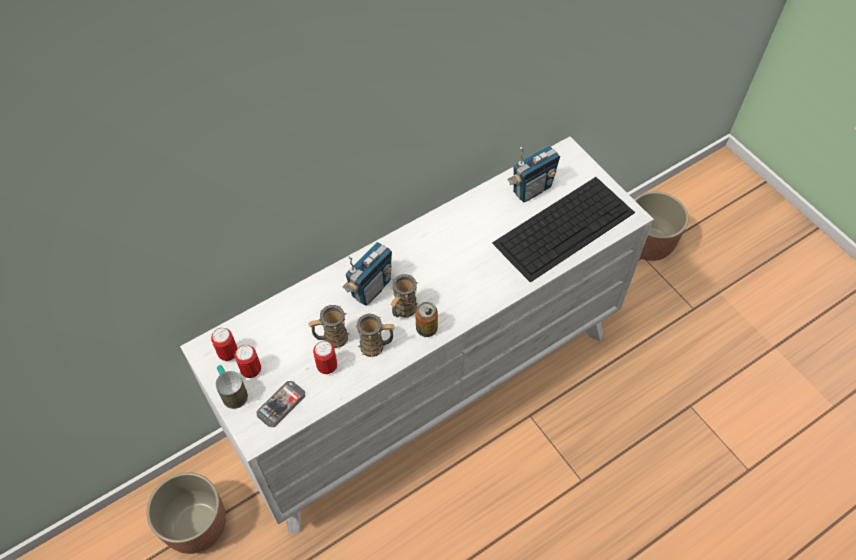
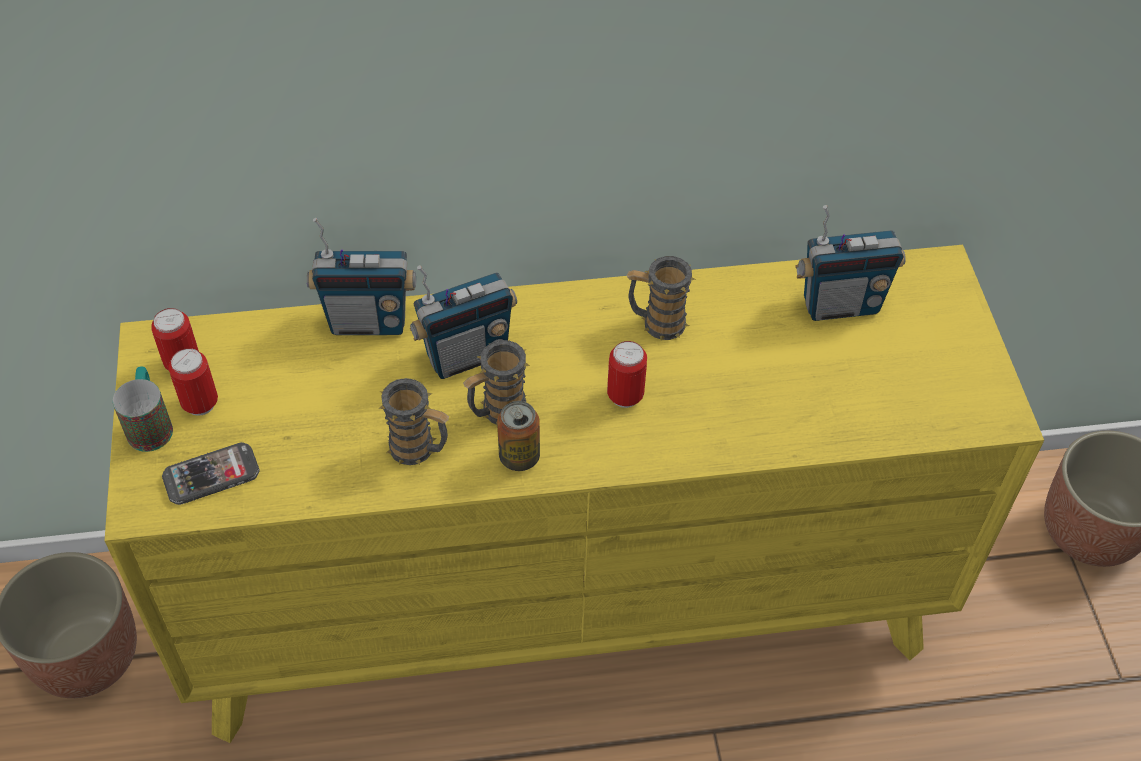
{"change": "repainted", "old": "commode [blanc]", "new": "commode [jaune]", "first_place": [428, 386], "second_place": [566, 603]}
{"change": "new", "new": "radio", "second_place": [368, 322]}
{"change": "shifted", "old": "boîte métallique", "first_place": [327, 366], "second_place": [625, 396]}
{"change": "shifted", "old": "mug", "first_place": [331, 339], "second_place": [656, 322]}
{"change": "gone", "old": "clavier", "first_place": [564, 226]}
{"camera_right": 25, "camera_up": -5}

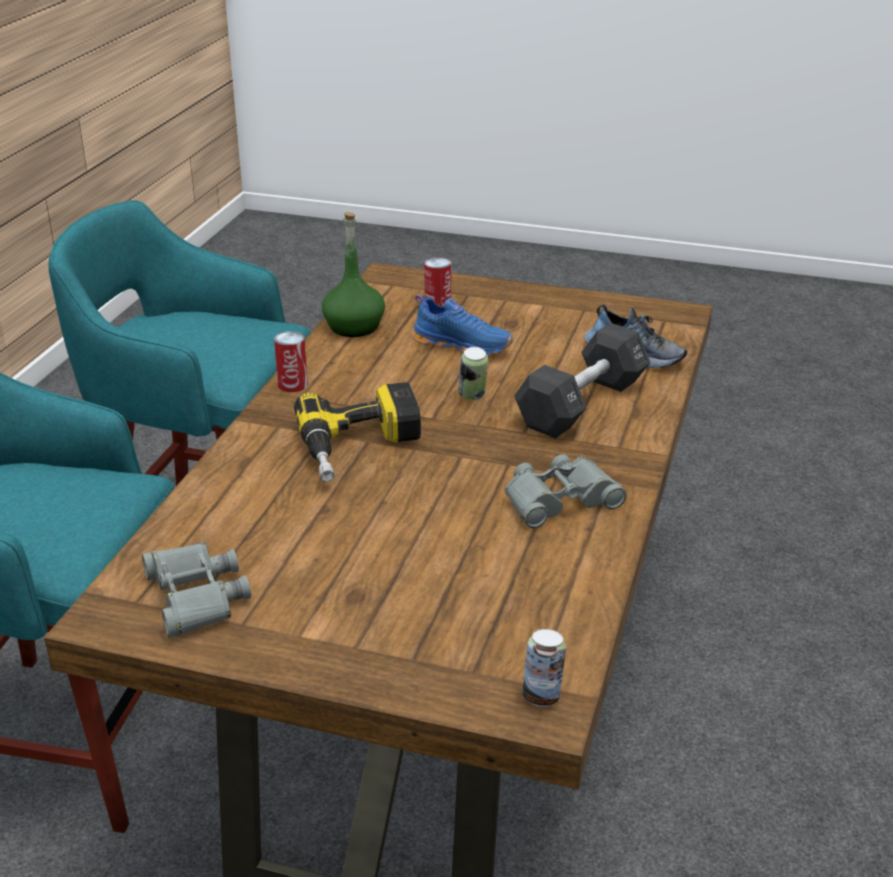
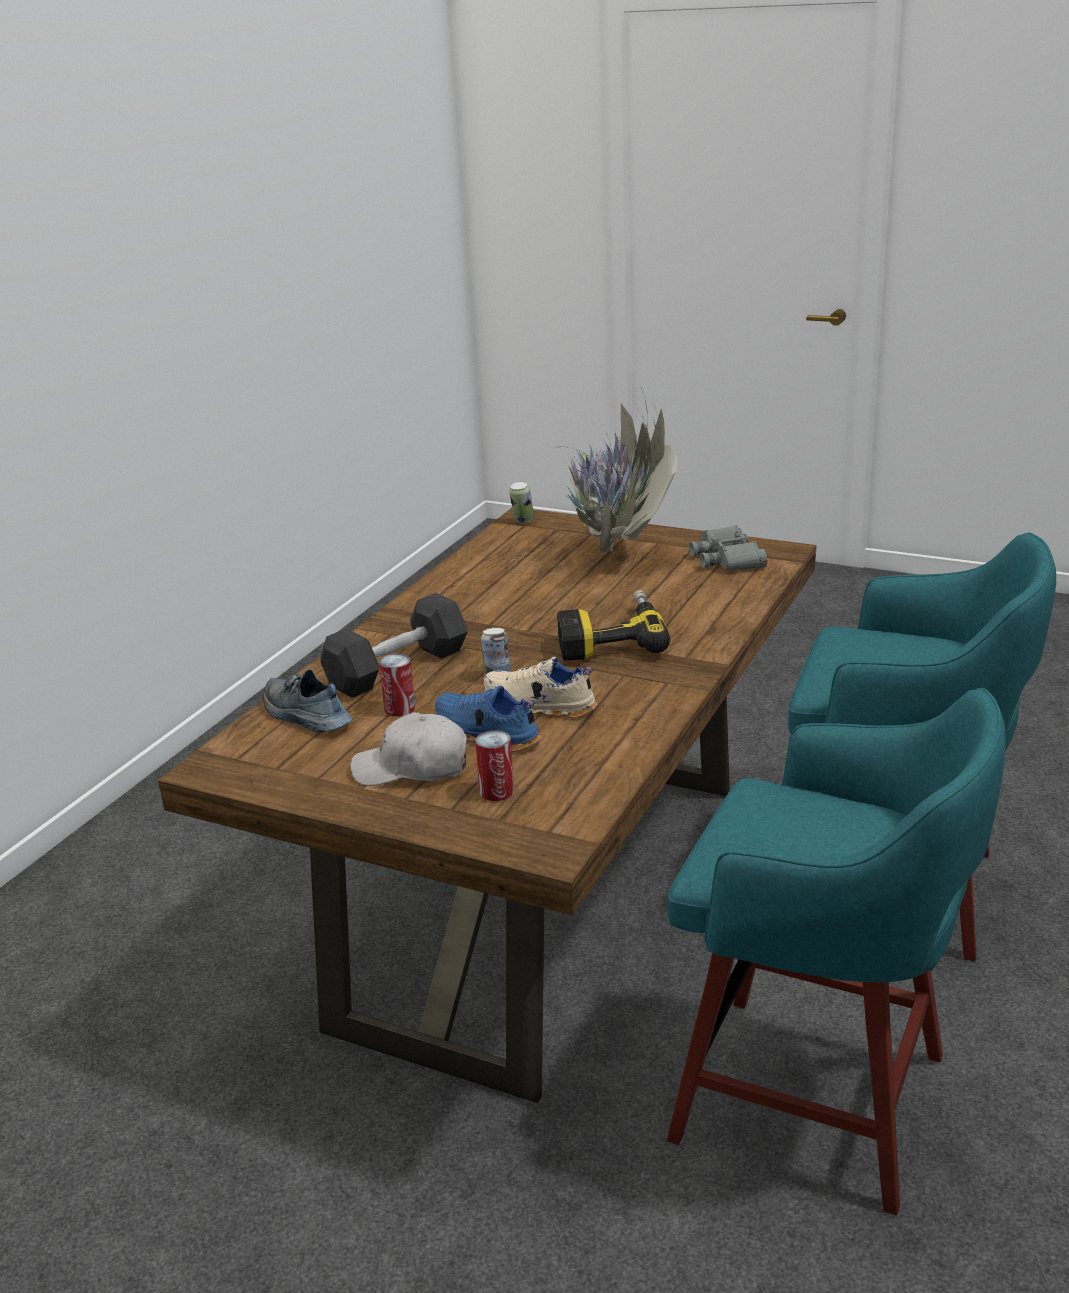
{"change": "new", "new": "casquette [blanc]", "second_place": [412, 768]}
{"change": "shifted", "old": "boîte métallique", "first_place": [292, 385], "second_place": [399, 708]}
{"change": "new", "new": "chaussure [beige]", "second_place": [538, 706]}
{"change": "new", "new": "plante en pot", "second_place": [617, 558]}
{"change": "gone", "old": "bouteille [vert]", "first_place": [354, 327]}
{"change": "gone", "old": "jumelles [gris]", "first_place": [560, 500]}
{"camera_right": -170, "camera_up": -5}

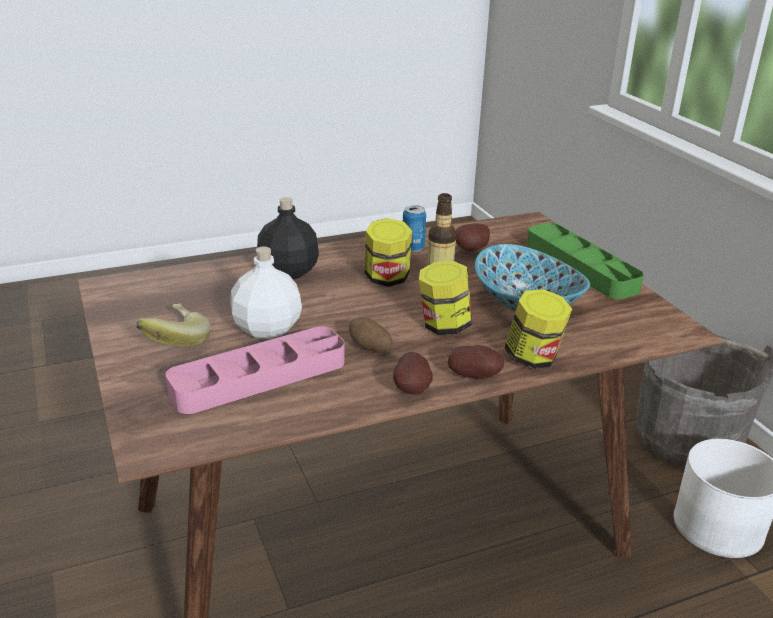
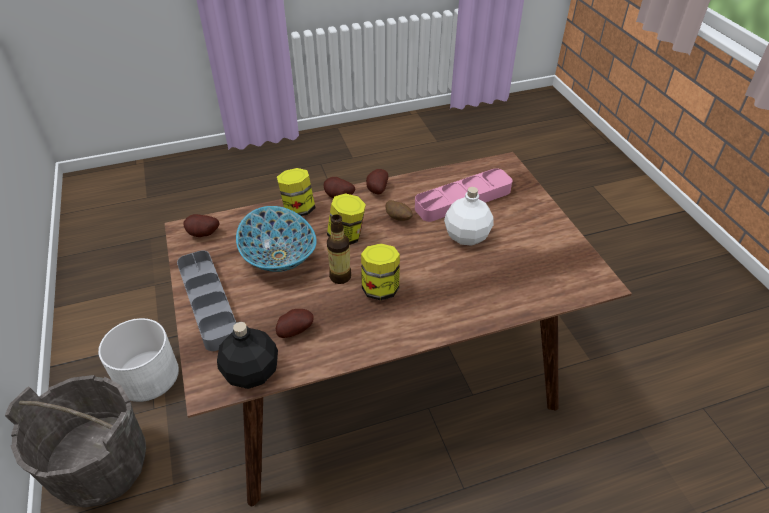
{"change": "repainted", "old": "plateau [vert]", "new": "plateau [gris]", "first_place": [580, 267], "second_place": [209, 303]}
{"change": "new", "new": "pomme de terre", "second_place": [203, 235]}
{"change": "shifted", "old": "bouteille [noir]", "first_place": [289, 271], "second_place": [251, 373]}
{"change": "gone", "old": "banane", "first_place": [172, 343]}
{"change": "gone", "old": "boîte métallique", "first_place": [412, 248]}
{"camera_right": -175, "camera_up": 15}

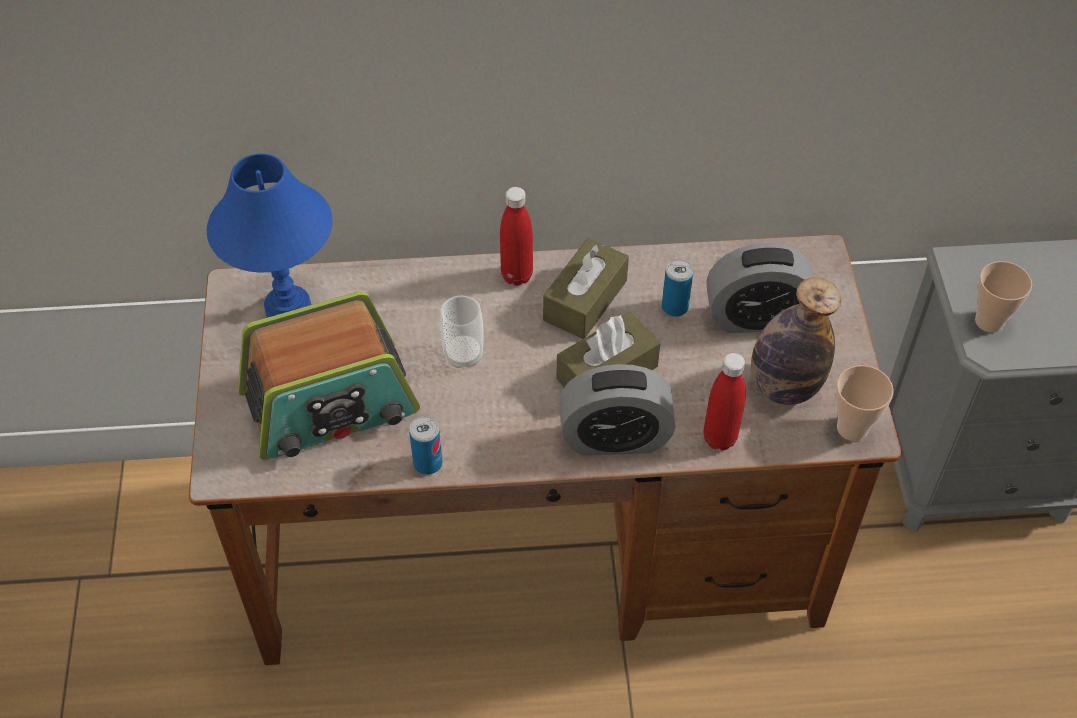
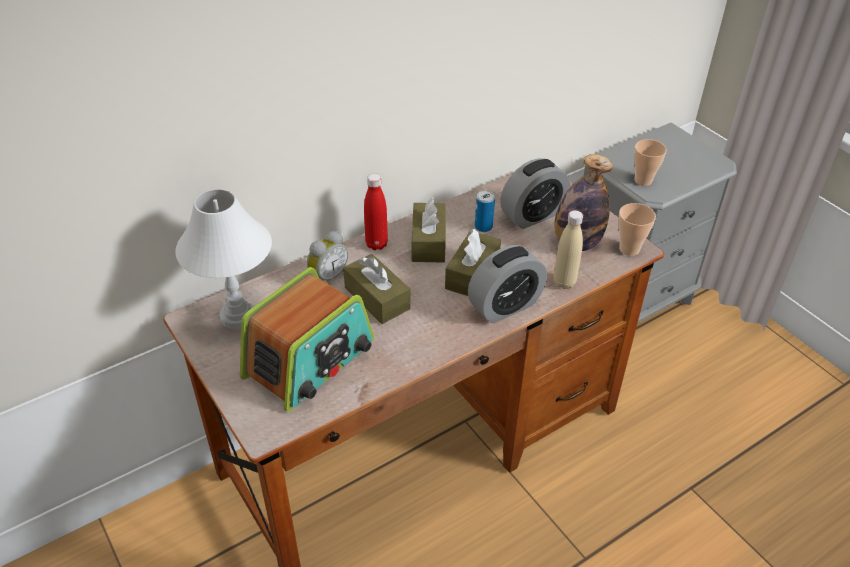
{"change": "repainted", "old": "lampe de table [bleu]", "new": "lampe de table [blanc]", "first_place": [289, 309], "second_place": [239, 317]}
{"change": "new", "new": "réveil", "second_place": [327, 276]}
{"change": "swapped", "old": "tasse", "new": "boîte à mouchoirs [marron]", "first_place": [463, 355], "second_place": [377, 298]}
{"change": "repainted", "old": "bouteille [rouge]", "new": "bouteille [beige]", "first_place": [719, 438], "second_place": [564, 282]}
{"change": "gone", "old": "boîte métallique", "first_place": [428, 463]}
{"camera_right": -30, "camera_up": -10}

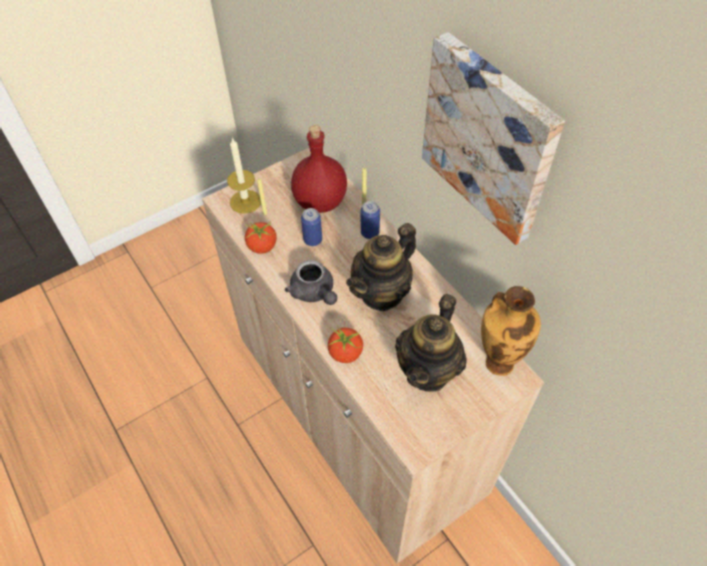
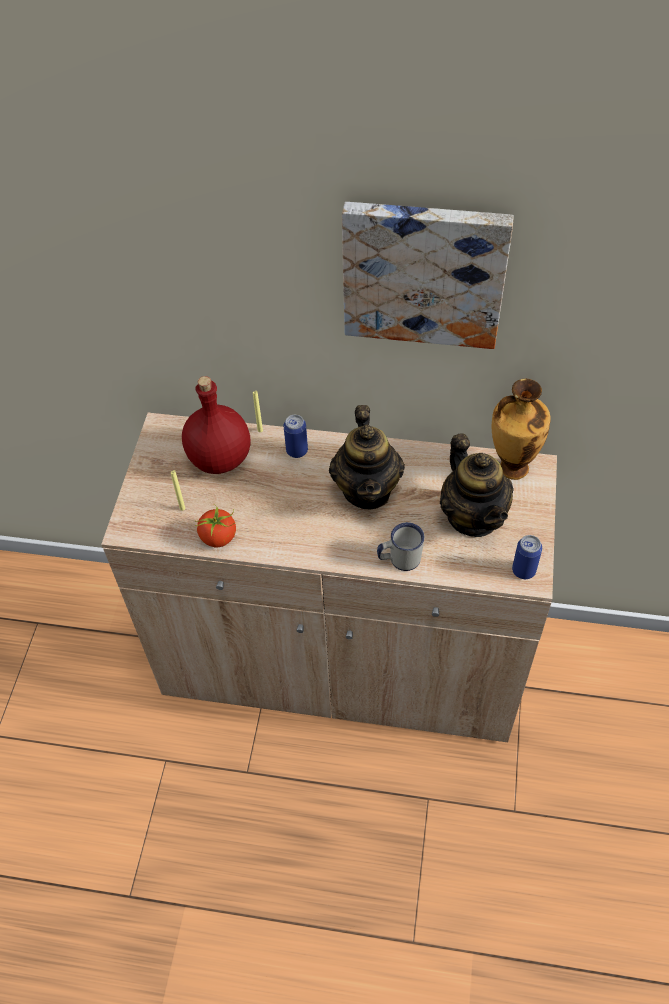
{"change": "swapped", "old": "tomate", "new": "mug [blanc]", "first_place": [346, 353], "second_place": [399, 559]}
{"change": "shifted", "old": "boîte métallique", "first_place": [313, 240], "second_place": [523, 570]}
{"change": "gone", "old": "bougie", "first_place": [245, 201]}
{"change": "gone", "old": "théière [gris]", "first_place": [314, 293]}
{"camera_right": -45, "camera_up": 0}

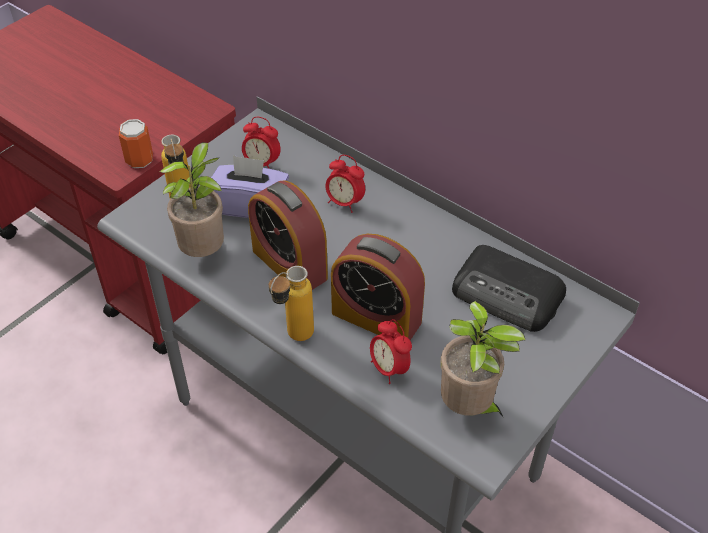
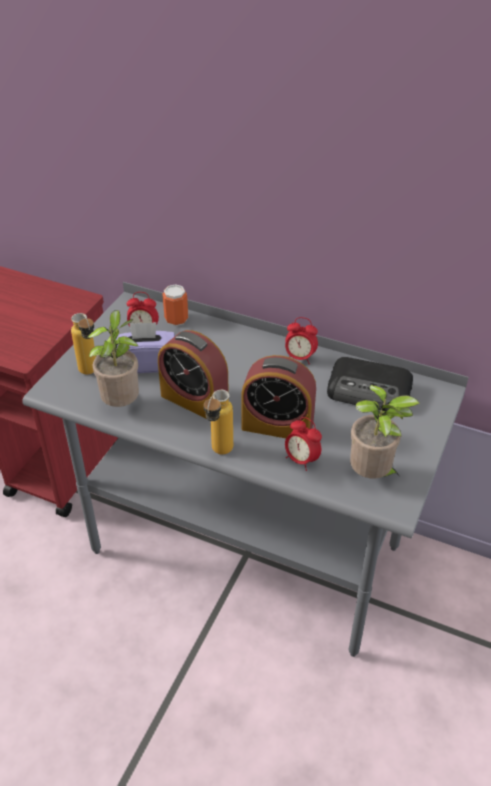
{"change": "shifted", "old": "boîte métallique", "first_place": [139, 160], "second_place": [176, 319]}
{"change": "shifted", "old": "réveil", "first_place": [344, 203], "second_place": [299, 358]}
{"camera_right": -15, "camera_up": -5}

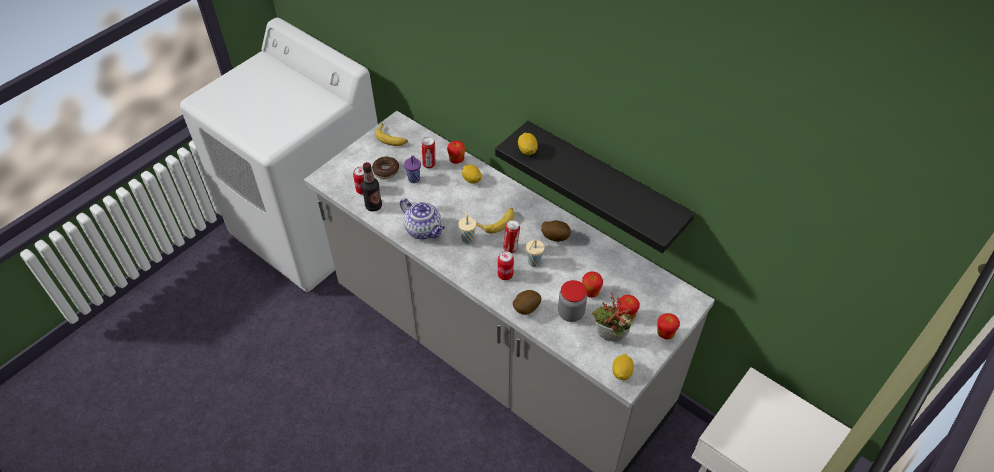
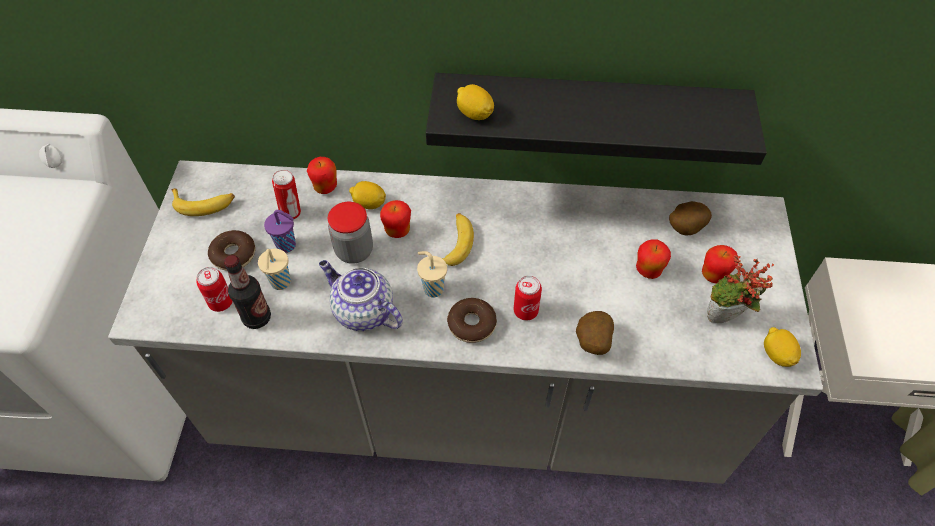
{"change": "shifted", "old": "tasse [beige]", "first_place": [533, 262], "second_place": [280, 283]}
{"change": "rotated", "old": "théière", "first_place": [424, 230], "second_place": [362, 311], "degrees": -150}
{"change": "shifted", "old": "bocal", "first_place": [571, 313], "second_place": [354, 251]}
{"change": "shifted", "old": "pomme", "first_place": [665, 334], "second_place": [397, 231]}
{"change": "new", "new": "beignet", "second_place": [471, 324]}
{"change": "shifted", "old": "pomme de terre", "first_place": [555, 237], "second_place": [684, 228]}
{"change": "gone", "old": "boîte métallique", "first_place": [511, 248]}
{"camera_right": -35, "camera_up": 5}

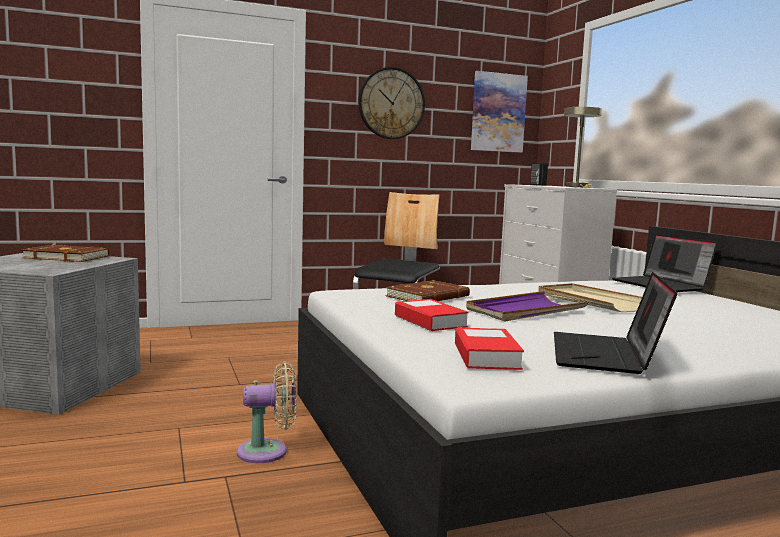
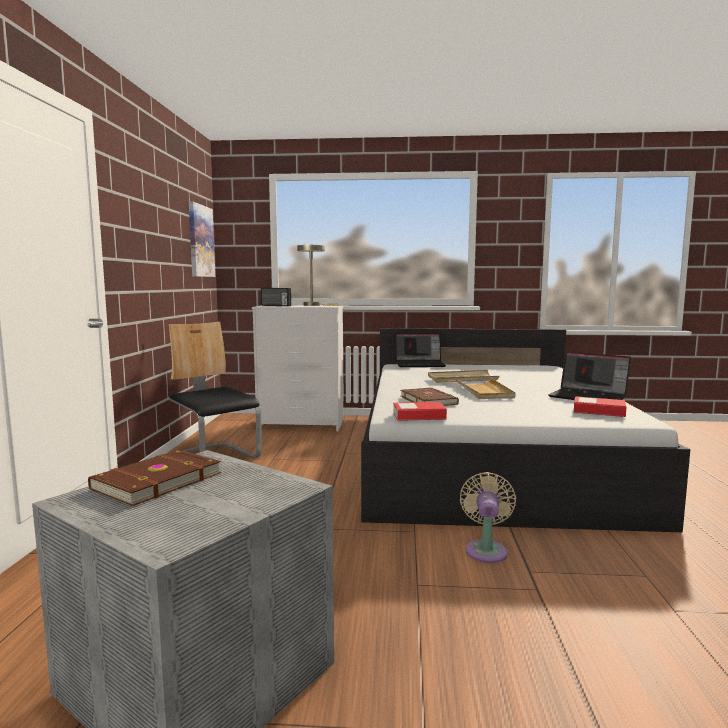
{"change": "shifted", "old": "livre", "first_place": [430, 321], "second_place": [419, 416]}
{"change": "repainted", "old": "plateau [violet]", "new": "plateau [beige]", "first_place": [525, 311], "second_place": [484, 391]}
{"change": "gone", "old": "horloge murale", "first_place": [391, 103]}
{"camera_right": -65, "camera_up": 0}

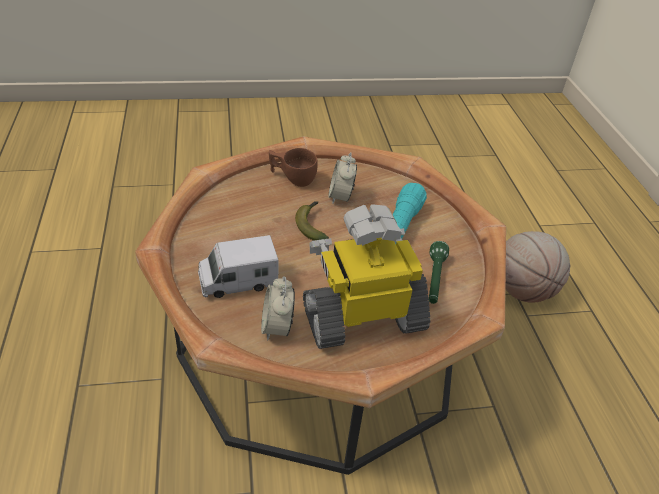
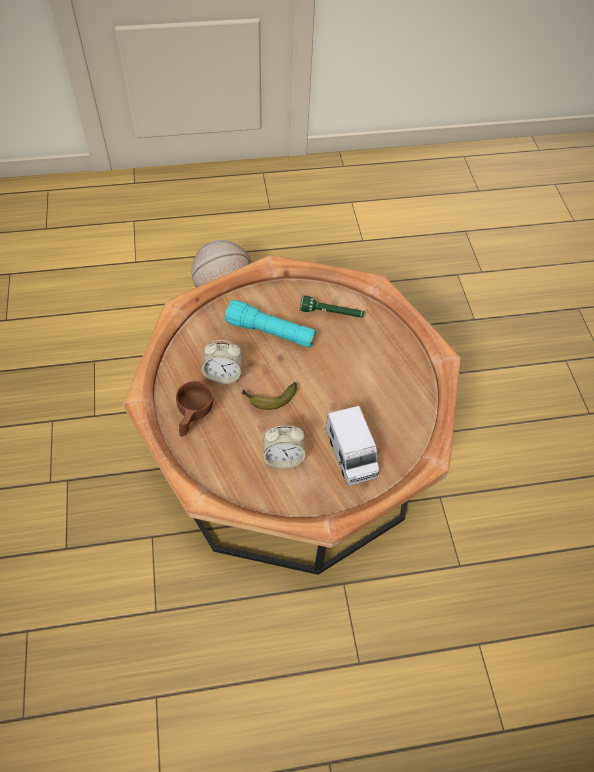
{"change": "shifted", "old": "réveil", "first_place": [277, 327], "second_place": [283, 457]}
{"change": "gone", "old": "robot jouet", "first_place": [363, 317]}
{"camera_right": -90, "camera_up": 15}

